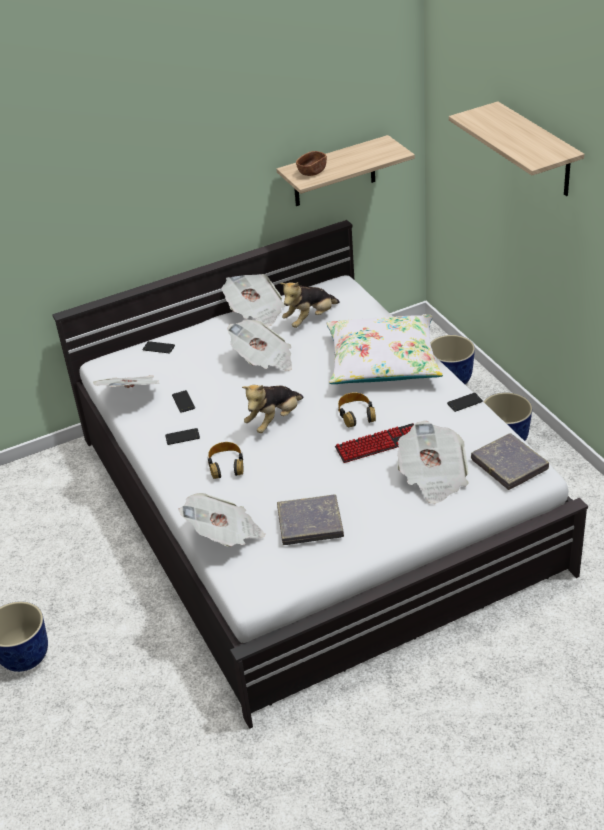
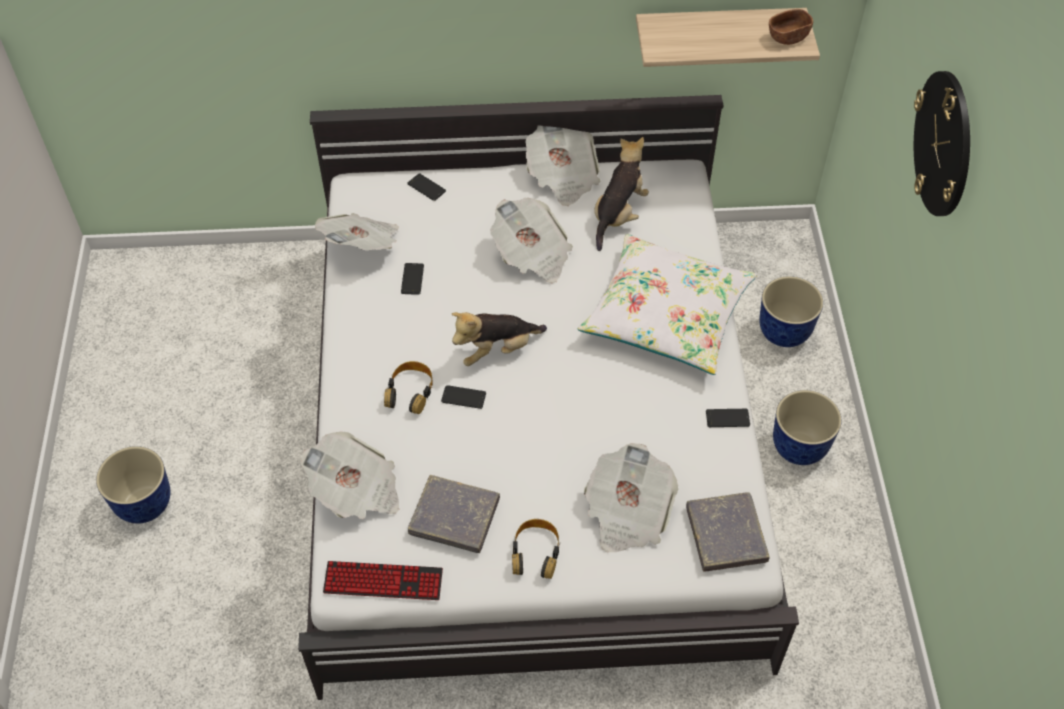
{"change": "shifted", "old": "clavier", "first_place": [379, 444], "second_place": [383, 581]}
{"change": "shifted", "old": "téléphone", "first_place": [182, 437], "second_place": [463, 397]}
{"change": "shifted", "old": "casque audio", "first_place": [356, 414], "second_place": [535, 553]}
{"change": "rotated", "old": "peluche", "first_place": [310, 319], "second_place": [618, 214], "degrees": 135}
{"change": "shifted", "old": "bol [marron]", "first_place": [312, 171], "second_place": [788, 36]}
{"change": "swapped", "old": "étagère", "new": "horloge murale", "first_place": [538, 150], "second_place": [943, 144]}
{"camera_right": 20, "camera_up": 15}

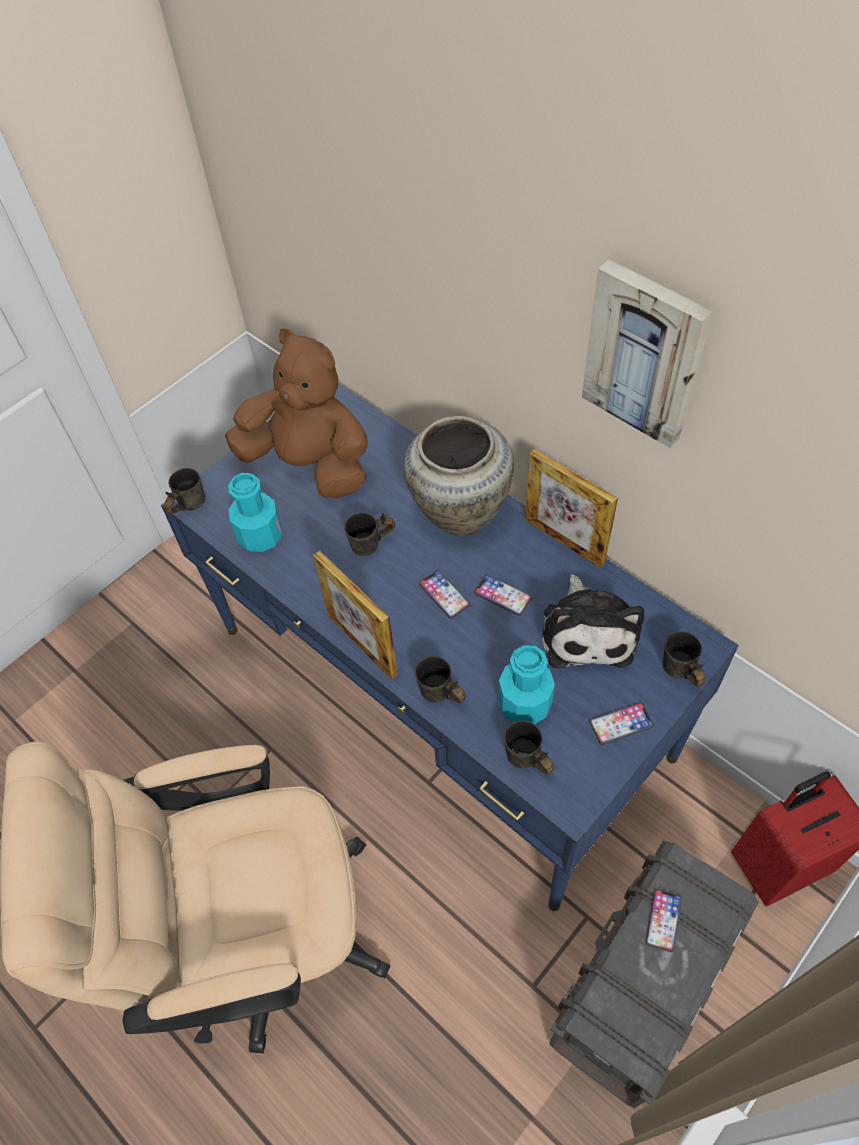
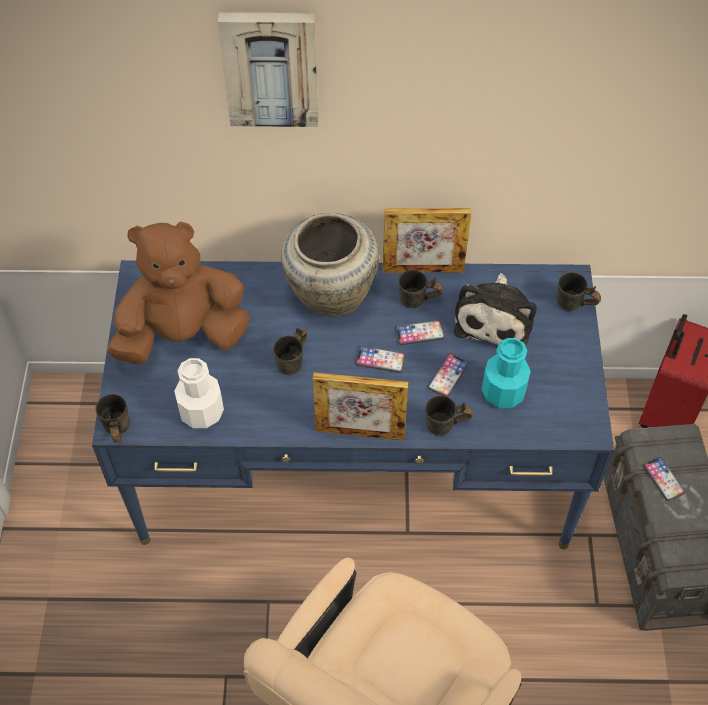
{"change": "repainted", "old": "bouteille [turquoise]", "new": "bouteille [blanc]", "first_place": [260, 536], "second_place": [201, 412]}
{"change": "shifted", "old": "tableau", "first_place": [645, 353], "second_place": [271, 67]}
{"change": "shifted", "old": "mug [gris]", "first_place": [525, 763], "second_place": [417, 303]}
{"change": "shifted", "old": "téléphone", "first_place": [621, 724], "second_place": [448, 376]}
{"change": "rotated", "old": "peluche", "first_place": [587, 630], "second_place": [495, 318], "degrees": 60}
{"camera_right": -45, "camera_up": 0}

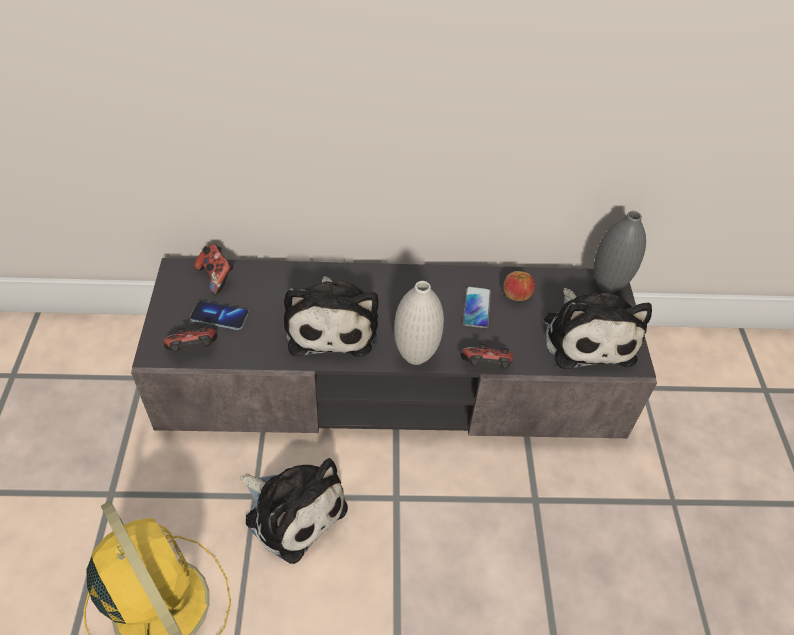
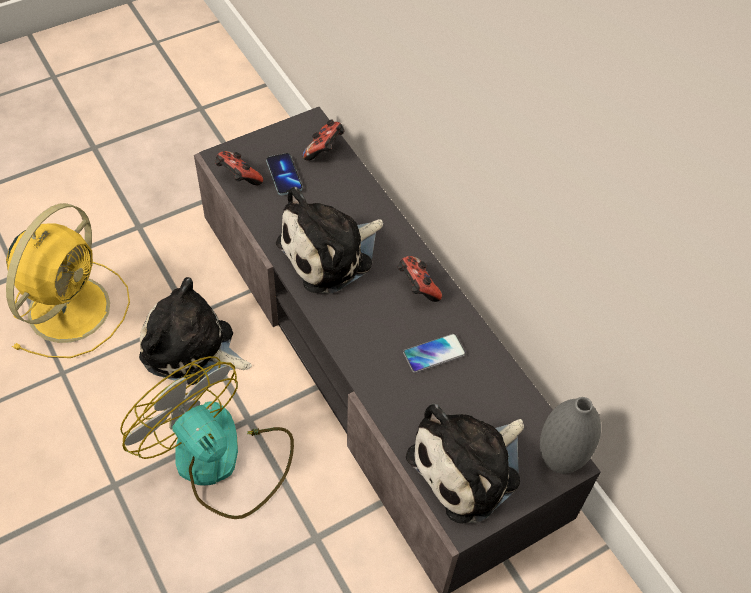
{"change": "new", "new": "ventilateur", "second_place": [220, 461]}
{"change": "rotated", "old": "peluche", "first_place": [292, 510], "second_place": [192, 349], "degrees": 105}
{"change": "shifted", "old": "manette", "first_place": [485, 367], "second_place": [417, 287]}
{"change": "gone", "old": "vase [blanc]", "first_place": [415, 356]}
{"change": "gone", "old": "pomme", "first_place": [516, 294]}
{"camera_right": 60, "camera_up": 5}

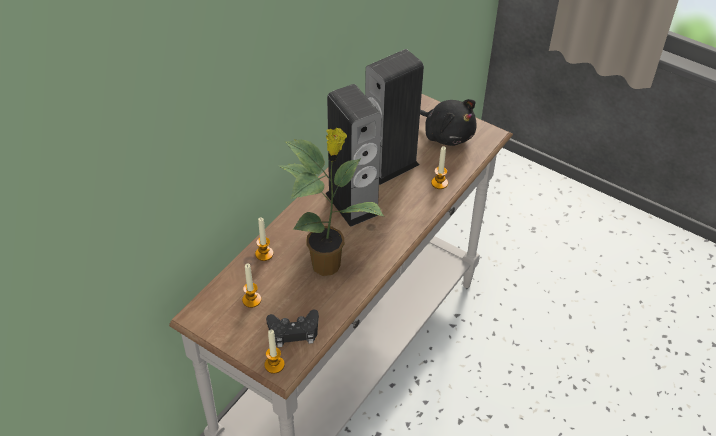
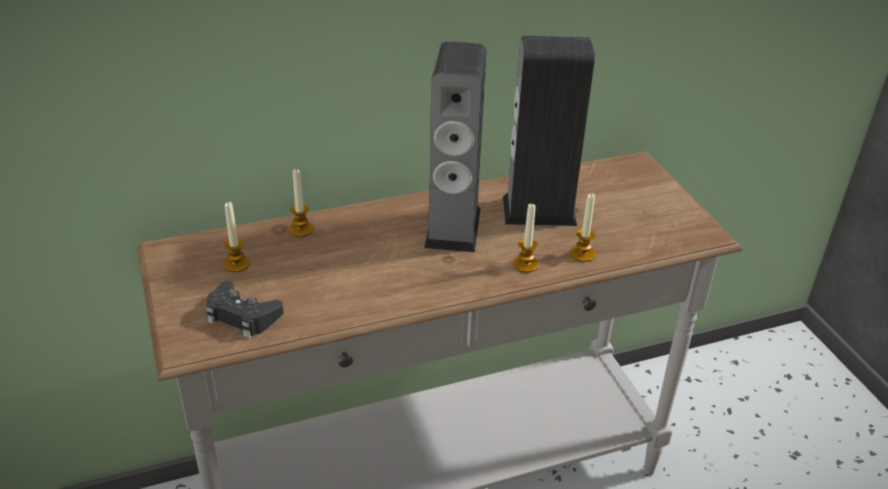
{"change": "shifted", "old": "bougie", "first_place": [274, 365], "second_place": [525, 264]}
{"change": "gone", "old": "plante en pot", "first_place": [328, 264]}
{"change": "gone", "old": "peluche [noir]", "first_place": [446, 134]}
{"camera_right": 35, "camera_up": -10}

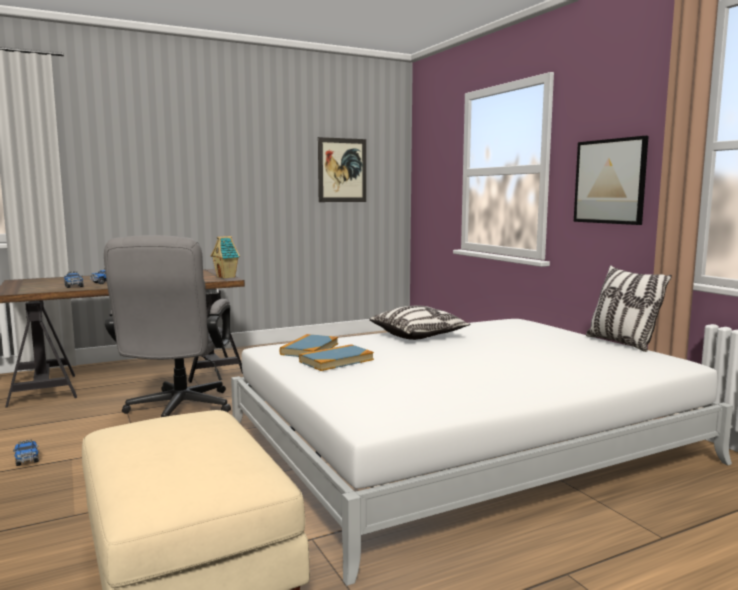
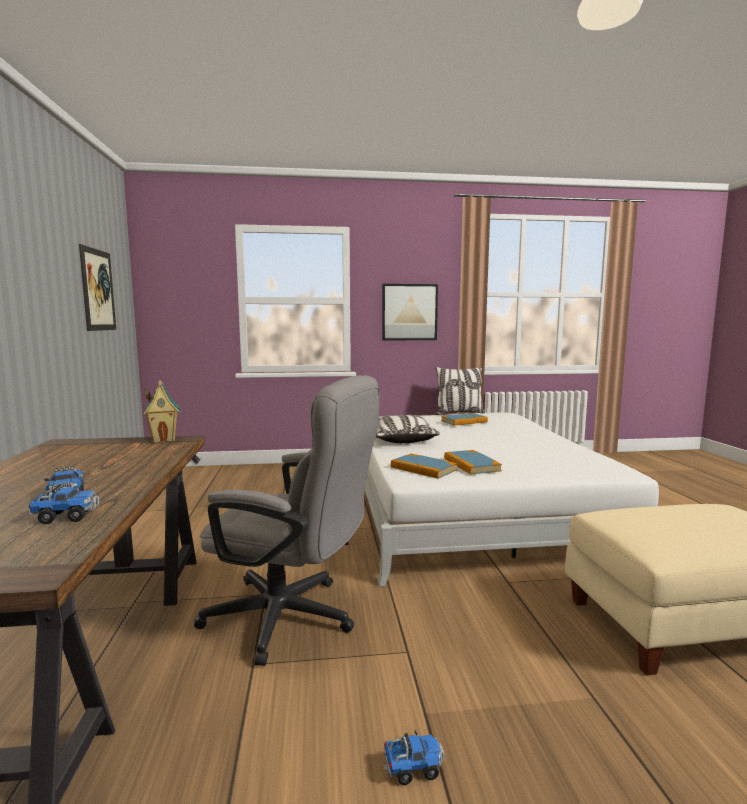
{"change": "new", "new": "livre", "second_place": [464, 421]}
{"camera_right": -70, "camera_up": 0}

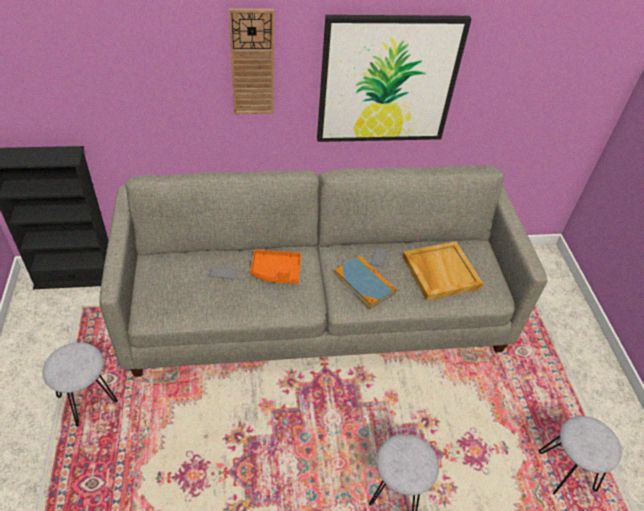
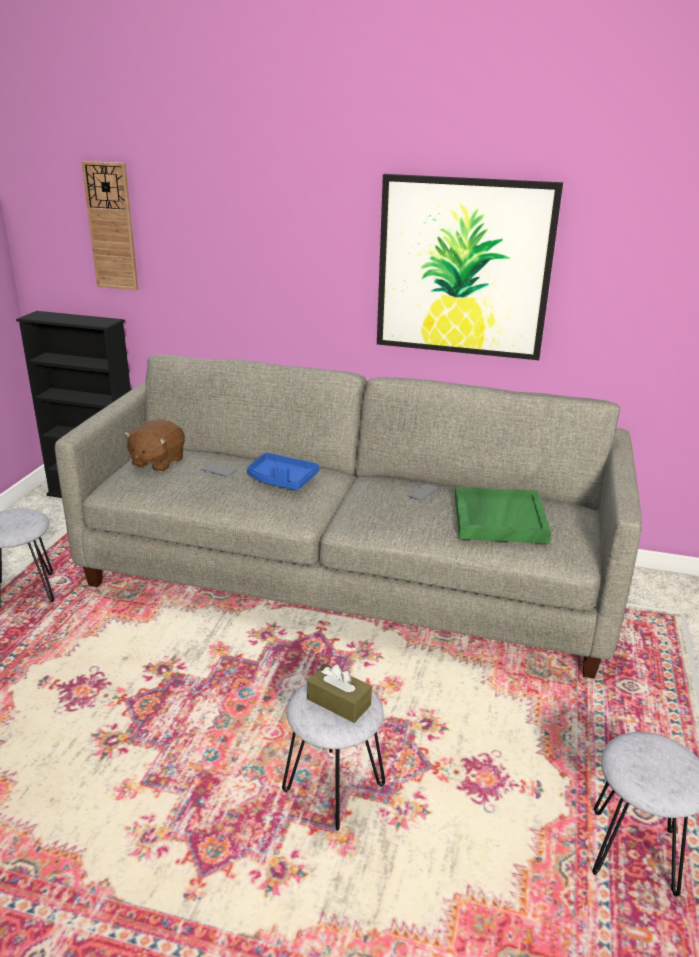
{"change": "shifted", "old": "horloge murale", "first_place": [252, 63], "second_place": [111, 227]}
{"change": "new", "new": "peluche [marron]", "second_place": [157, 462]}
{"change": "repainted", "old": "plateau [orange]", "new": "plateau [bleu]", "first_place": [276, 271], "second_place": [281, 480]}
{"change": "new", "new": "boîte à mouchoirs [marron]", "second_place": [338, 702]}
{"change": "repainted", "old": "plateau [beige]", "new": "plateau [vert]", "first_place": [440, 272], "second_place": [498, 518]}
{"change": "gone", "old": "livre", "first_place": [364, 283]}
{"camera_right": 25, "camera_up": -20}

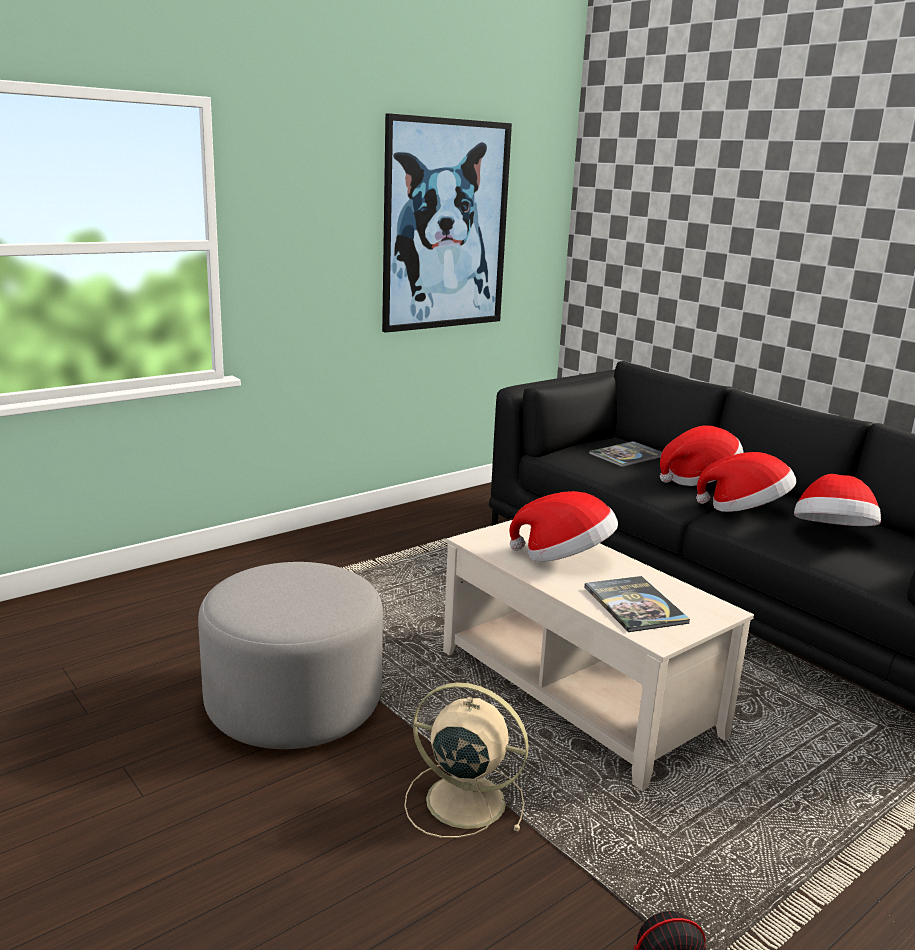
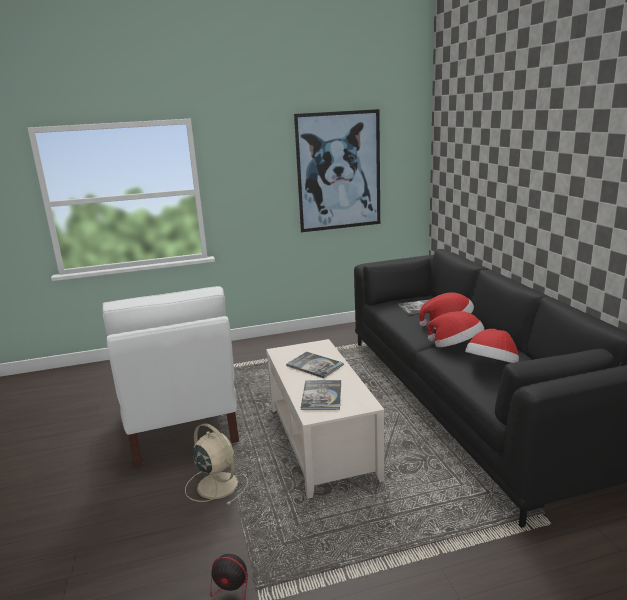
{"change": "swapped", "old": "pouf [gris]", "new": "fauteuil [blanc]", "first_place": [294, 703], "second_place": [181, 424]}
{"change": "swapped", "old": "chapeau", "new": "livre", "first_place": [564, 558], "second_place": [314, 365]}
{"camera_right": 25, "camera_up": 0}

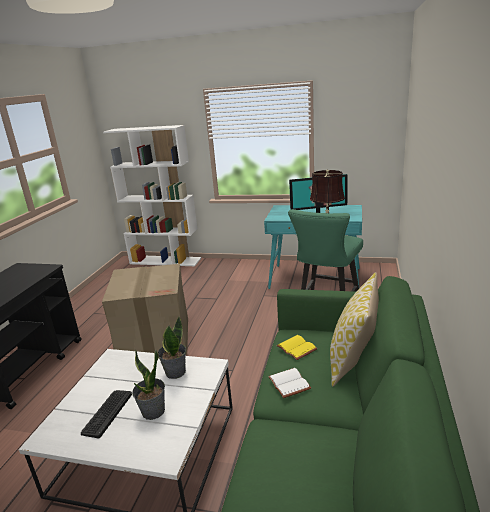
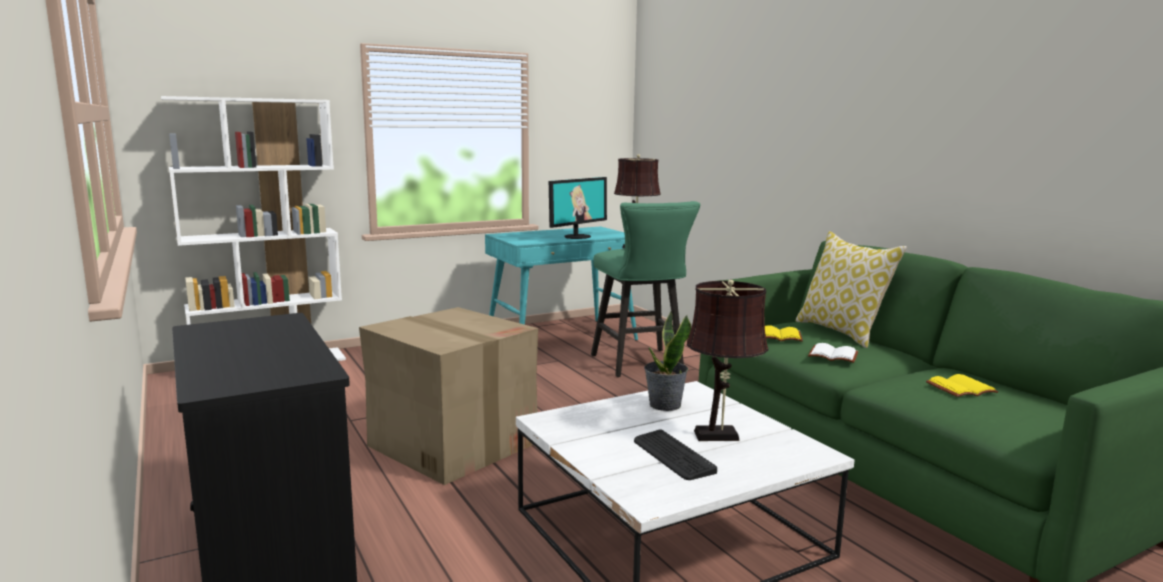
{"change": "swapped", "old": "plante en pot", "new": "lampe de table [marron]", "first_place": [153, 411], "second_place": [721, 435]}
{"change": "new", "new": "livre [jaune]", "second_place": [960, 388]}
{"camera_right": -45, "camera_up": -10}

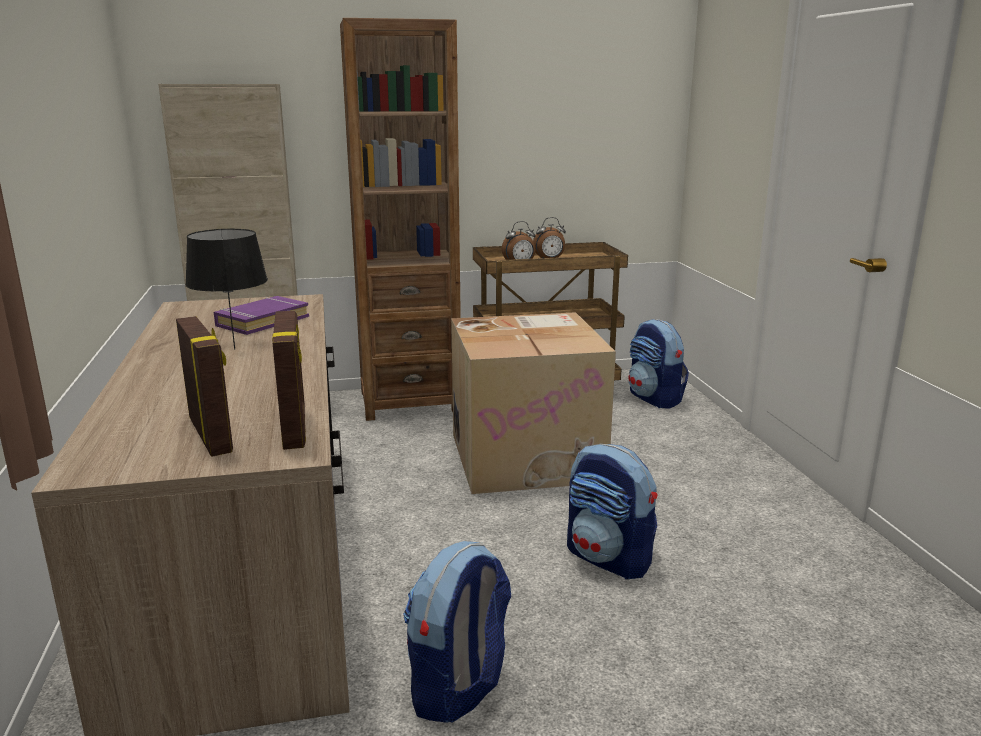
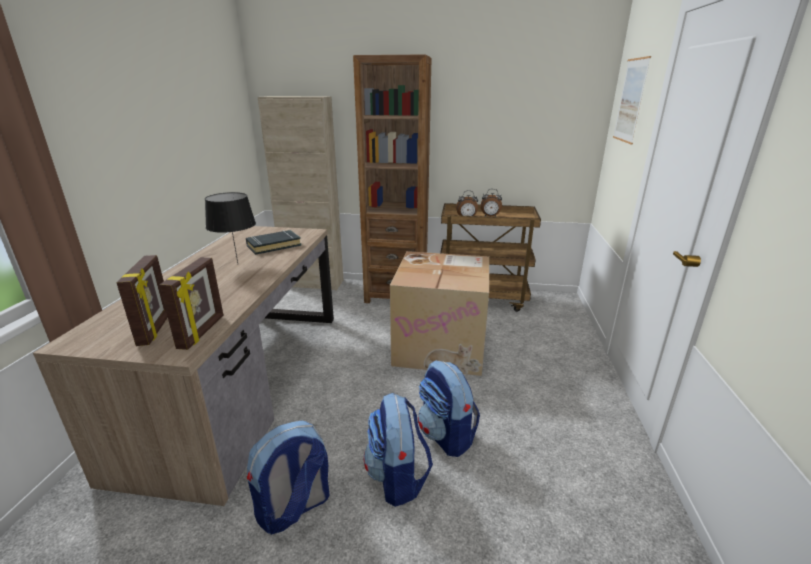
{"change": "repainted", "old": "livre [violet]", "new": "livre [noir]", "first_place": [262, 321], "second_place": [273, 245]}
{"change": "shifted", "old": "sac à dos", "first_place": [655, 399], "second_place": [397, 478]}
{"change": "new", "new": "tableau", "second_place": [630, 100]}
{"camera_right": 20, "camera_up": 5}

